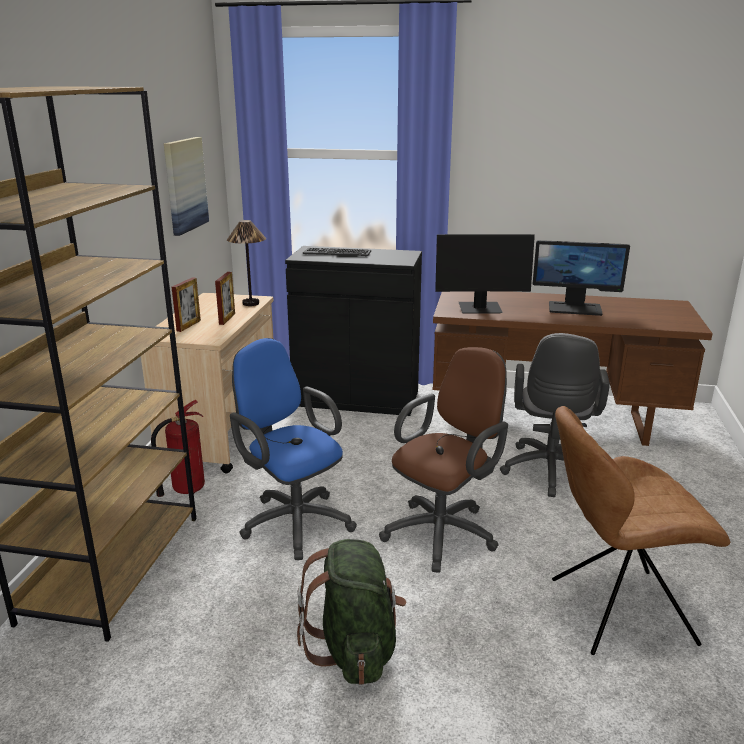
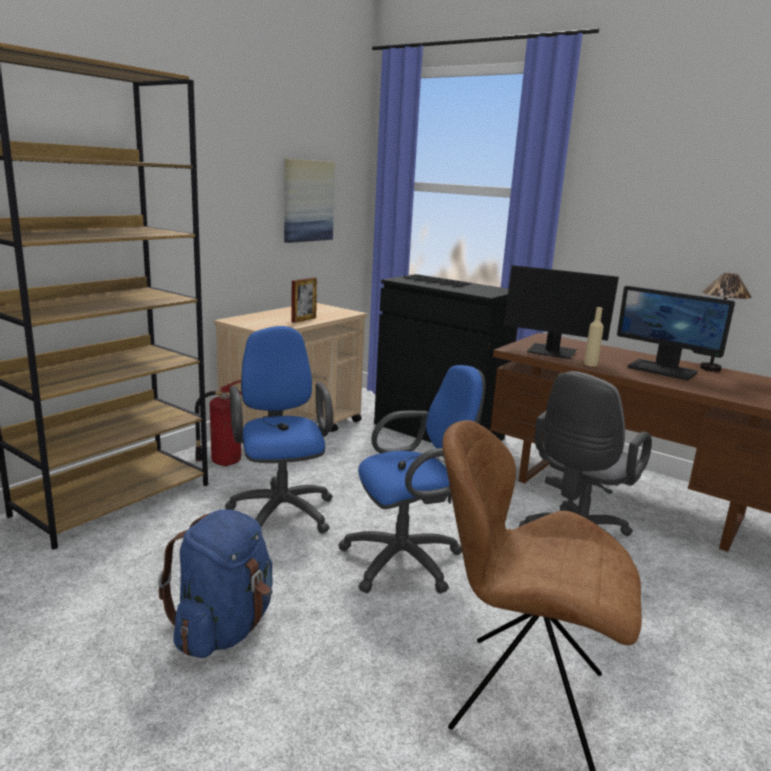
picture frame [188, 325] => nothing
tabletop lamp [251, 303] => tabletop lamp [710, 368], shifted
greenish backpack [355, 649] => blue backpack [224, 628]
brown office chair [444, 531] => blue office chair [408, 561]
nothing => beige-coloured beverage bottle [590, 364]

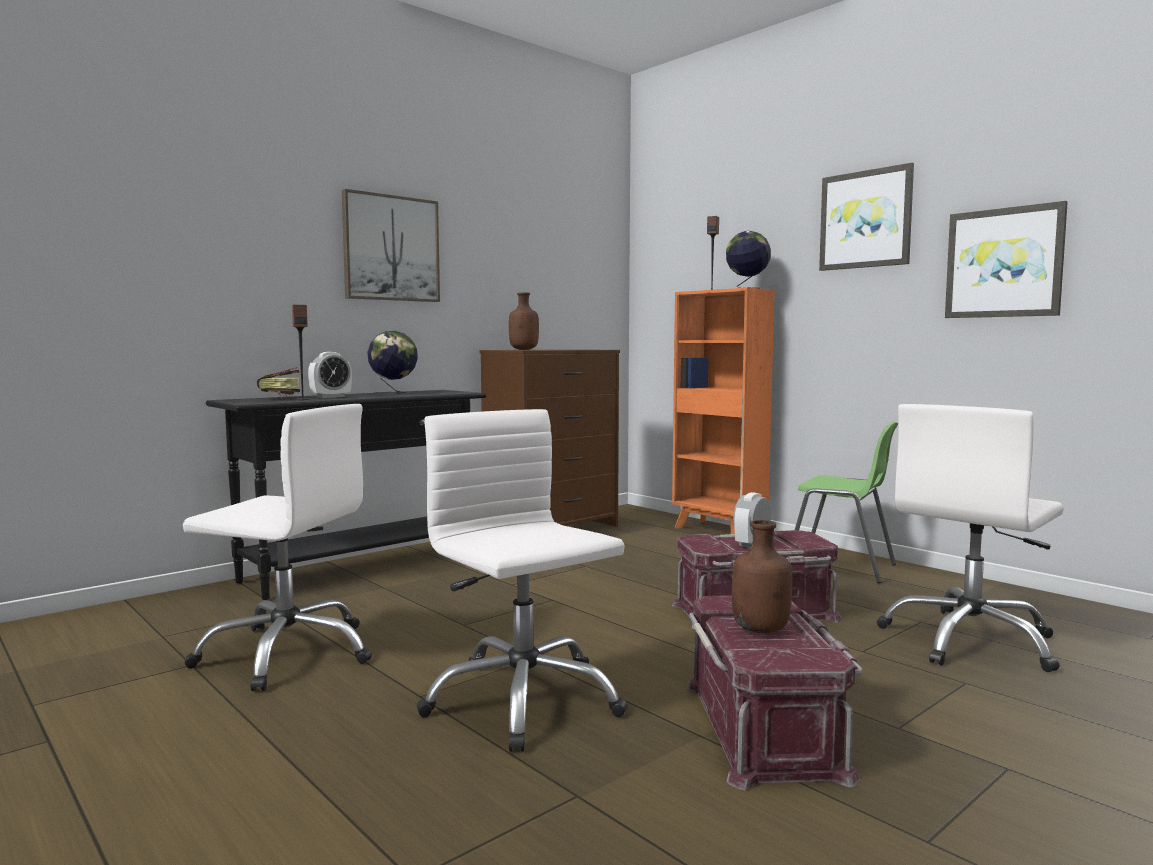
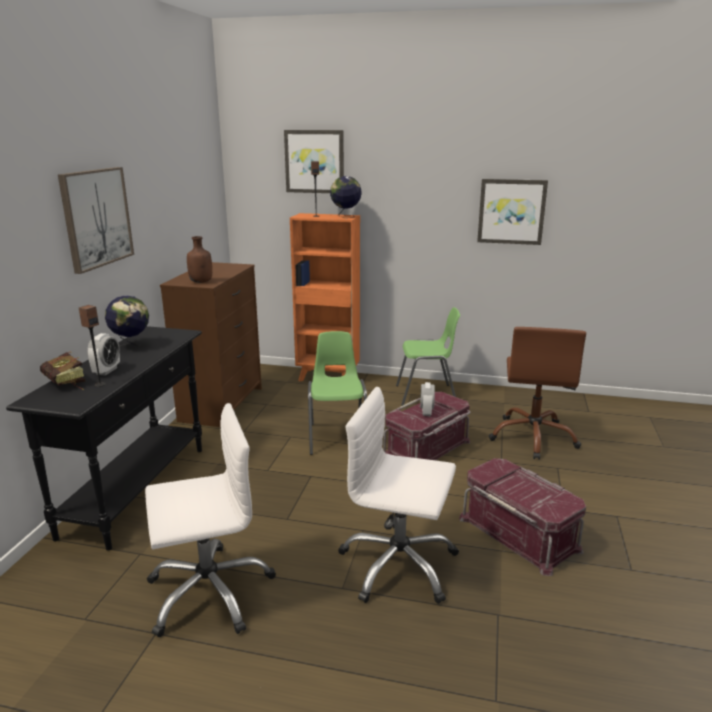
brown beverage bottle [761, 629] => nothing
wall art [866, 219] => wall art [314, 161], shifted
white-coloured office chair [970, 641] => brown office chair [533, 437]
nothing => greenish plain chair [337, 437]

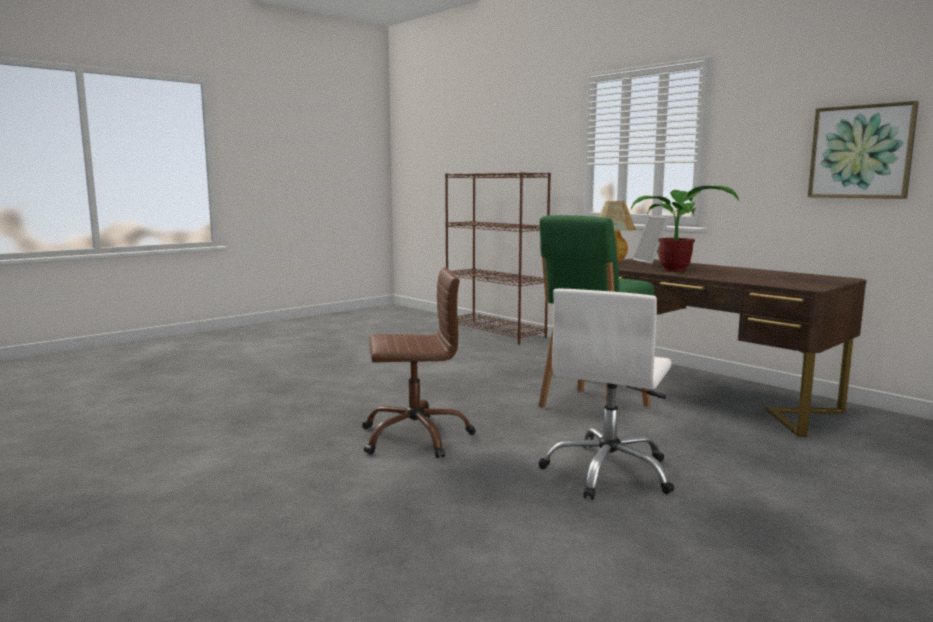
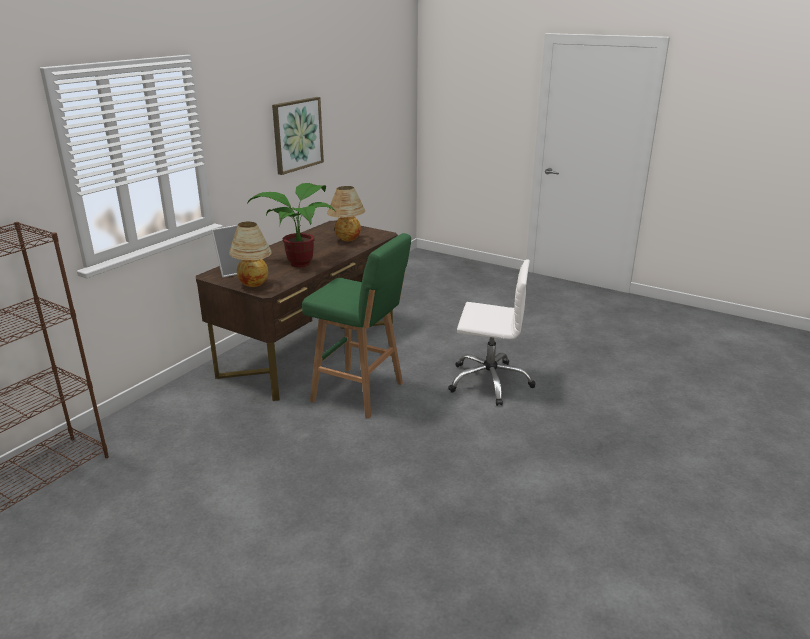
brown office chair [415, 437] => nothing
nothing => tabletop lamp [347, 240]

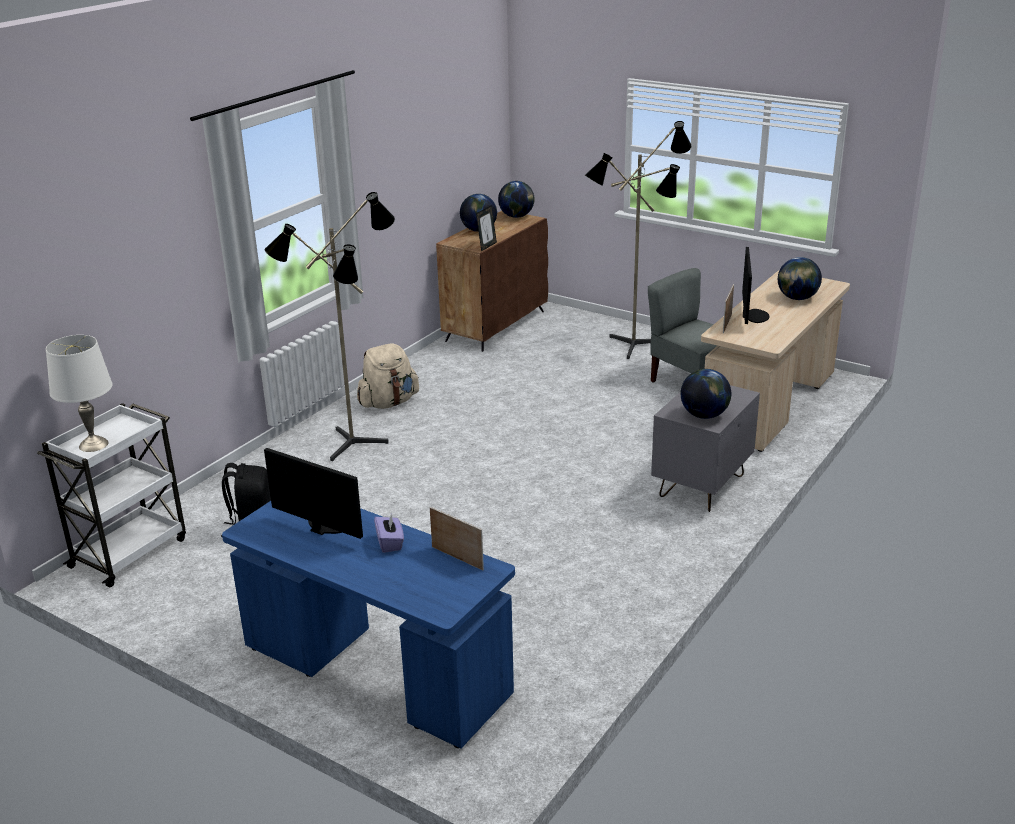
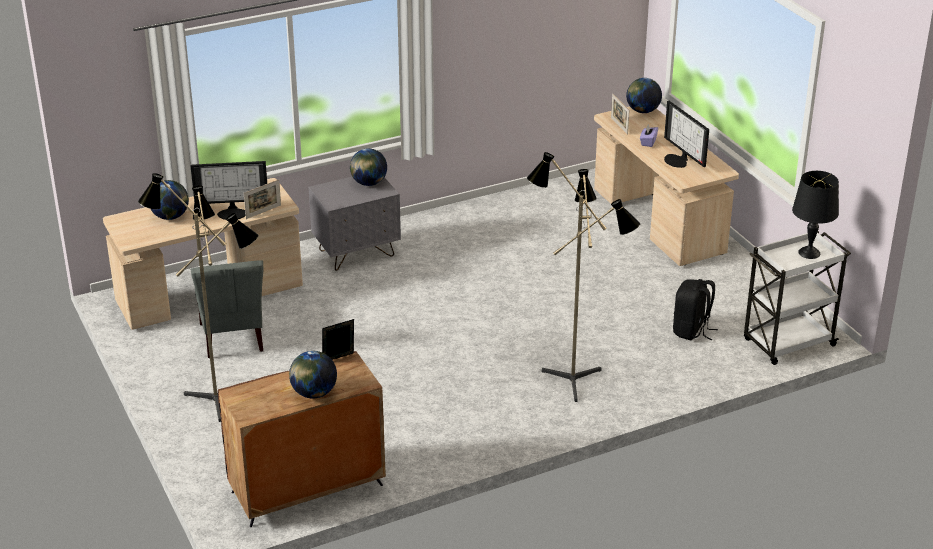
white-coloured tabletop lamp [94, 444] => black tabletop lamp [809, 253]
blue desk table [375, 672] => beige-coloured desk table [658, 222]
beige-coloured backpack [388, 403] => nothing
desk globe [516, 216] => desk globe [642, 111], shifted
computer display [752, 316] => computer display [233, 212], 135 degrees counterclockwise

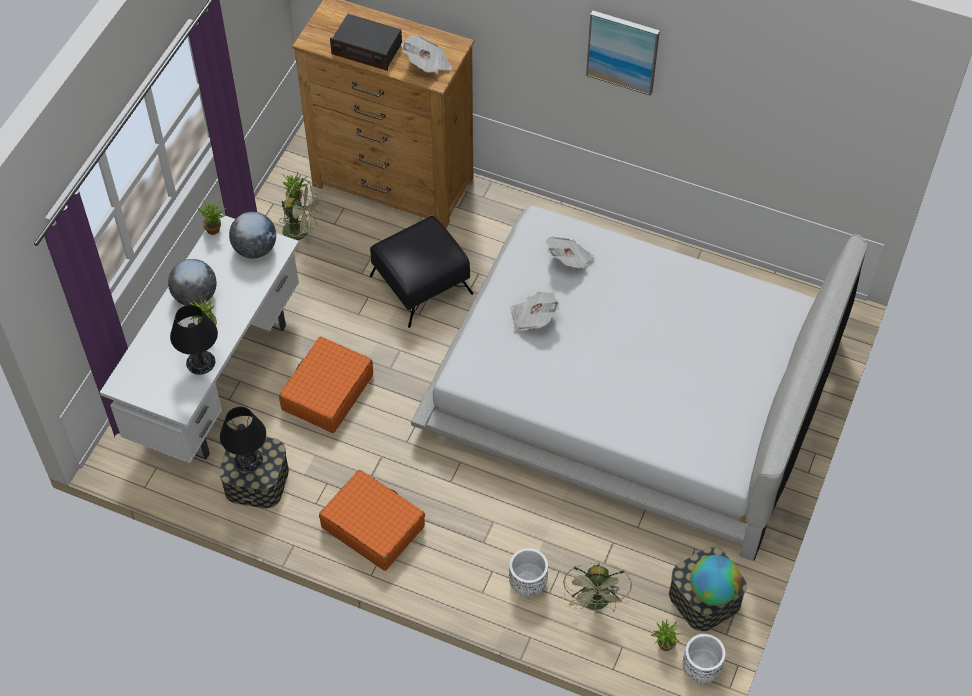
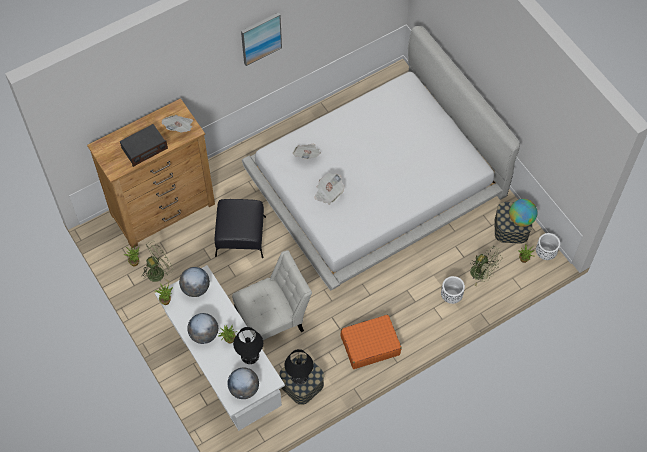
orange-coloured piece of luggage [327, 392] => white-coloured plain chair [273, 319]
nothing => desk globe [244, 389]

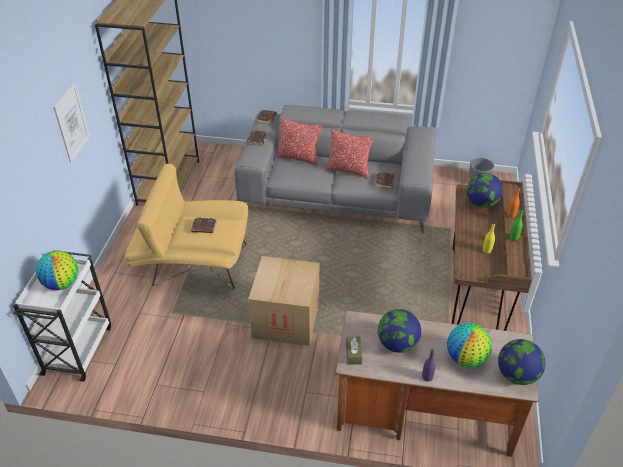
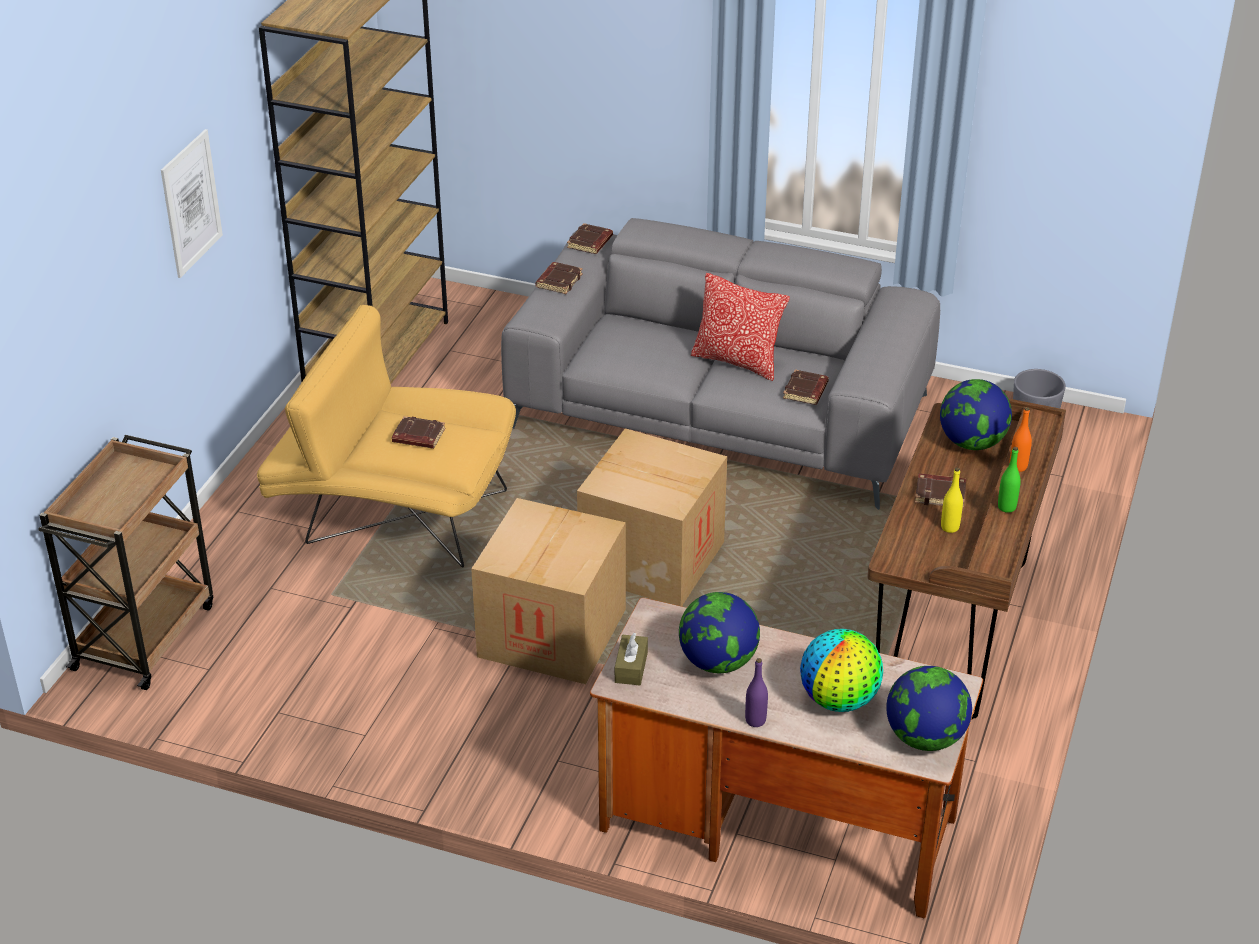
white-coloured trolley [78, 348] => brown trolley [145, 635]
desk globe [62, 283] => nothing
throw pillow [298, 158] => nothing
nothing => cardboard box [652, 560]
nothing => brown book [940, 494]

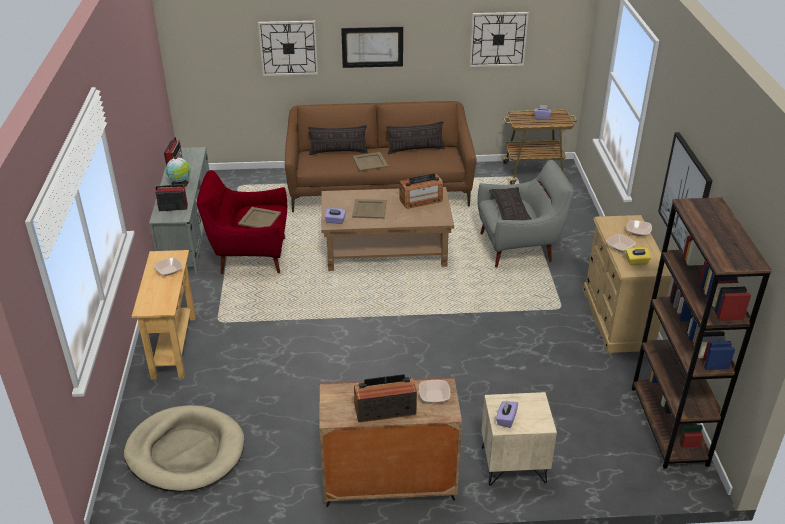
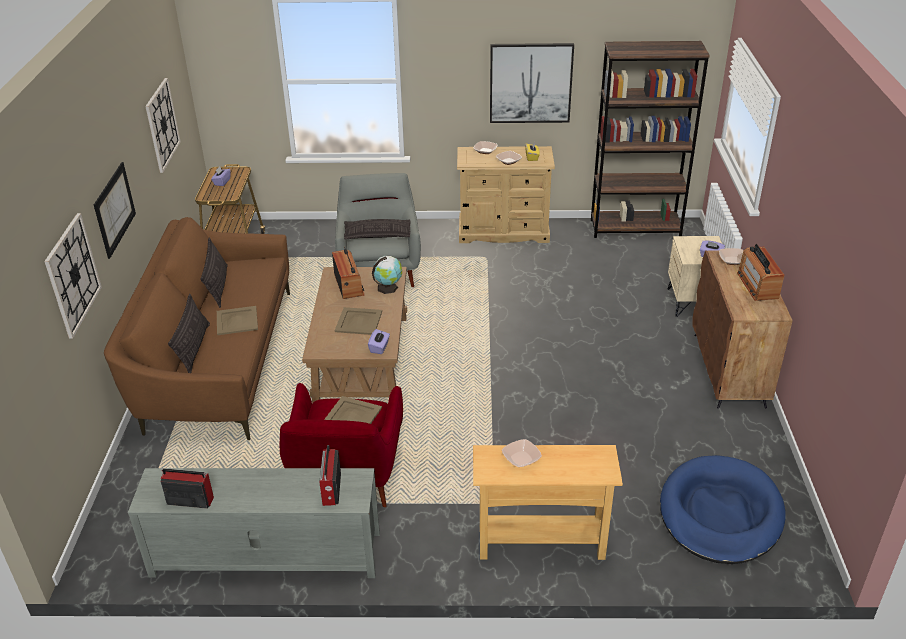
beige-coloured dog cushion [185, 452] => blue dog cushion [720, 513]
desk globe [180, 184] => desk globe [388, 287], shifted

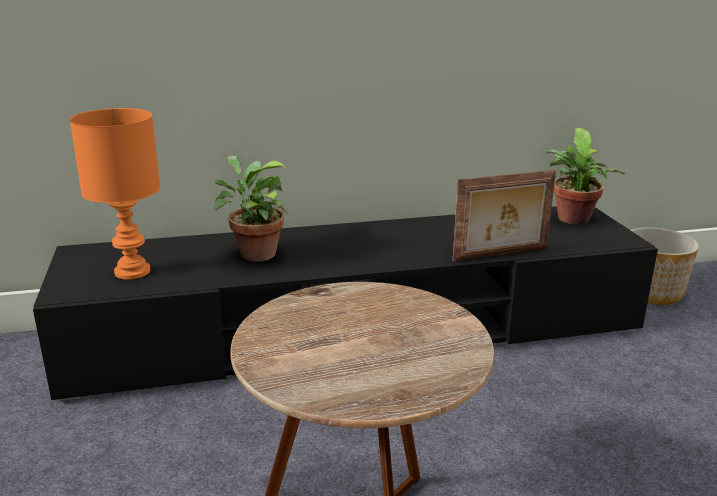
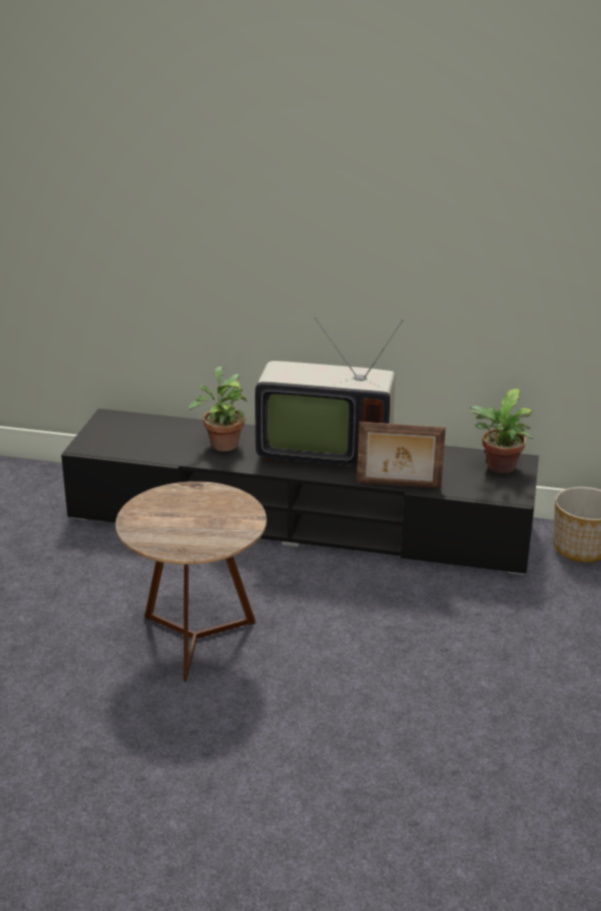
orange-coloured tabletop lamp [134, 272] => nothing
nothing => television [323, 452]

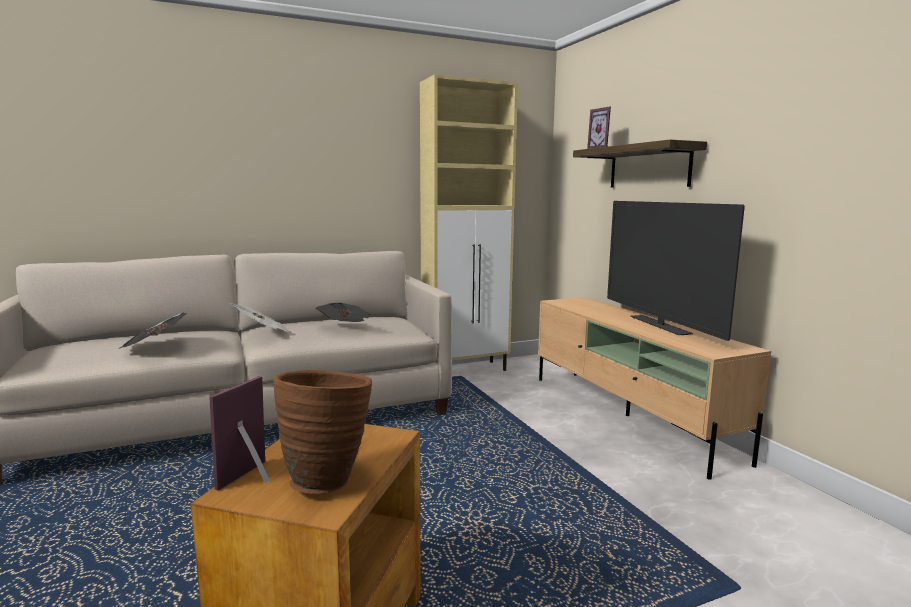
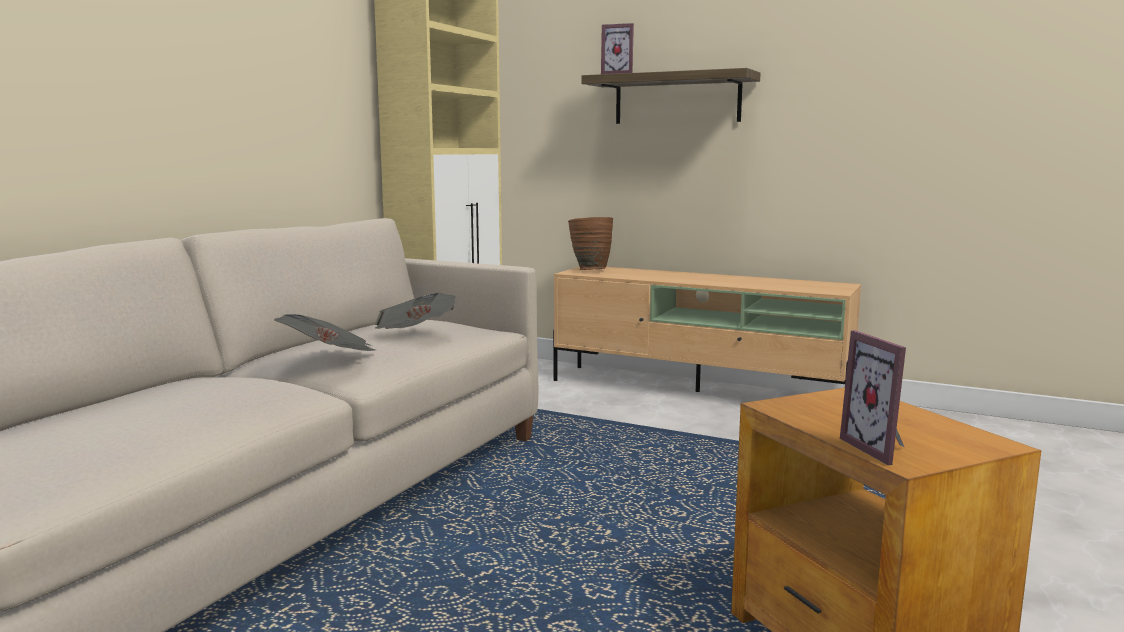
daily paper [154, 347] => nothing
brown decorative vase [327, 479] => brown decorative vase [589, 270], shifted
television [659, 325] => nothing

